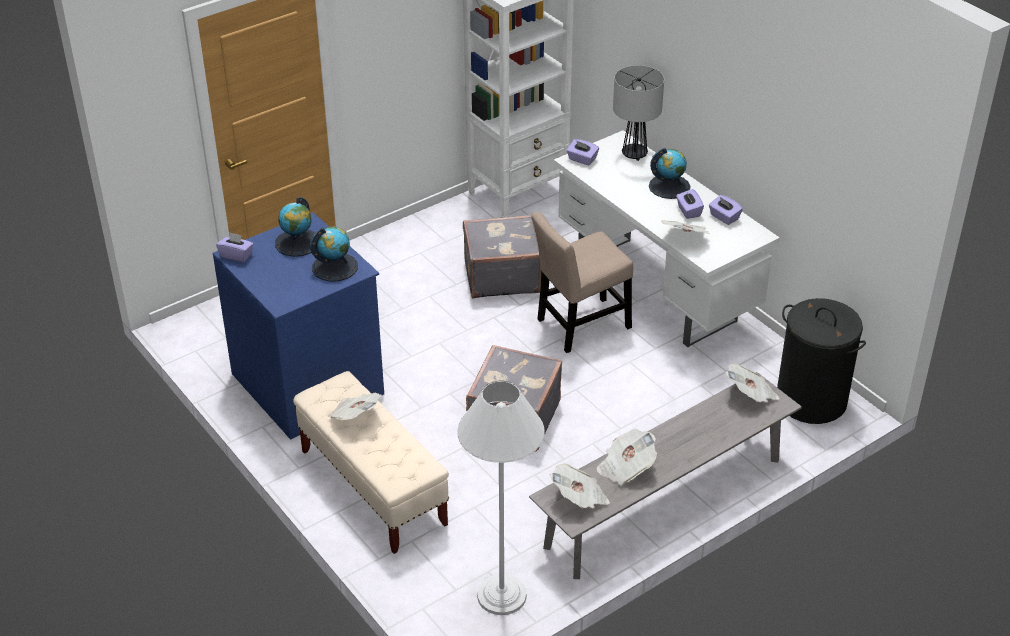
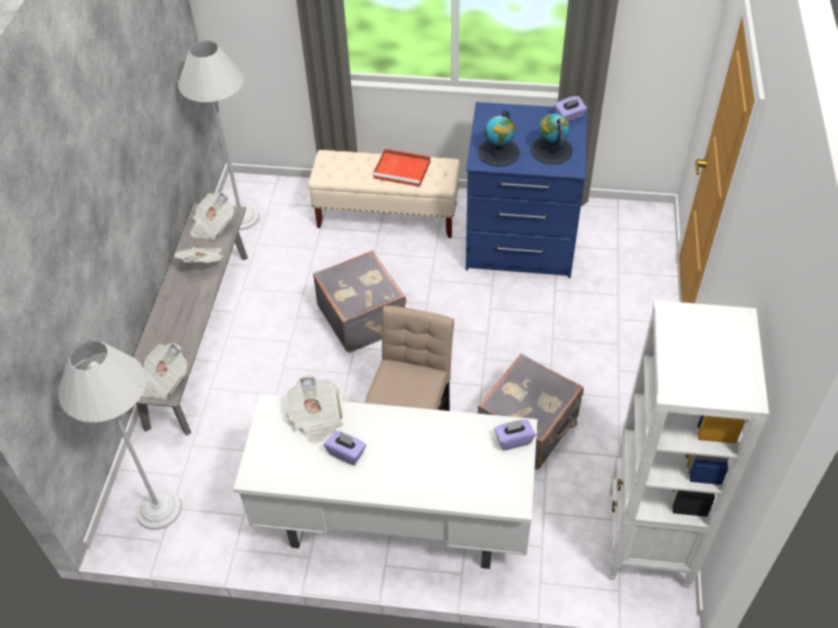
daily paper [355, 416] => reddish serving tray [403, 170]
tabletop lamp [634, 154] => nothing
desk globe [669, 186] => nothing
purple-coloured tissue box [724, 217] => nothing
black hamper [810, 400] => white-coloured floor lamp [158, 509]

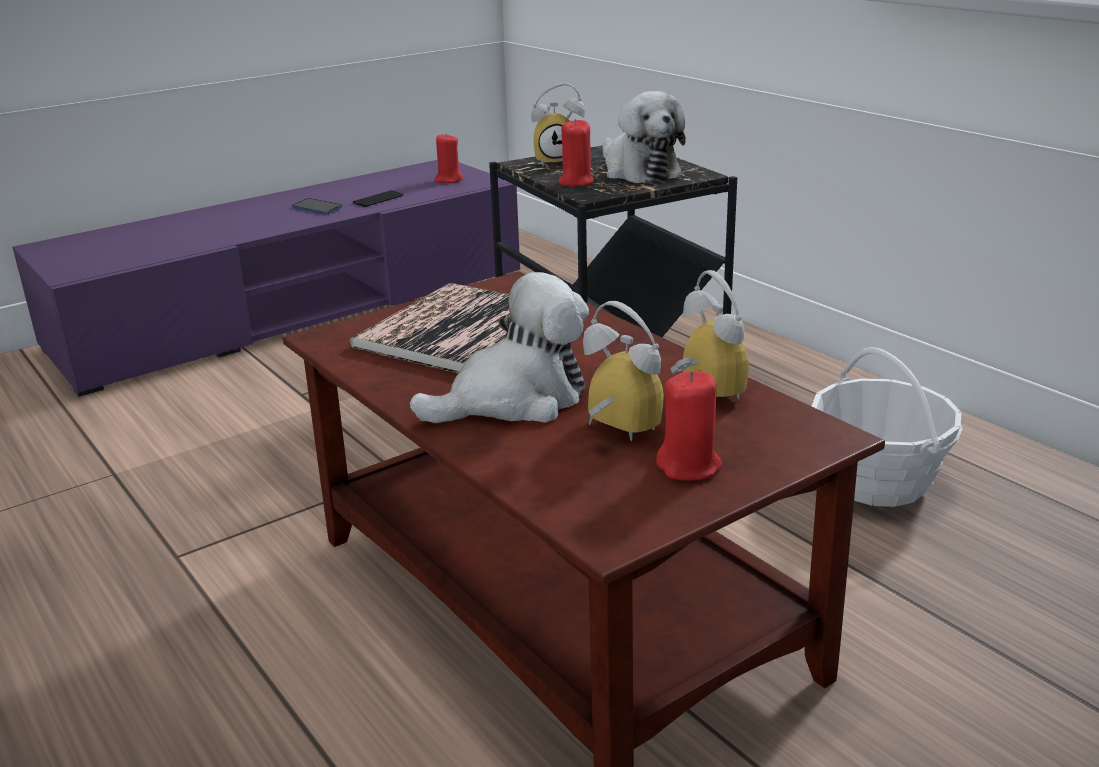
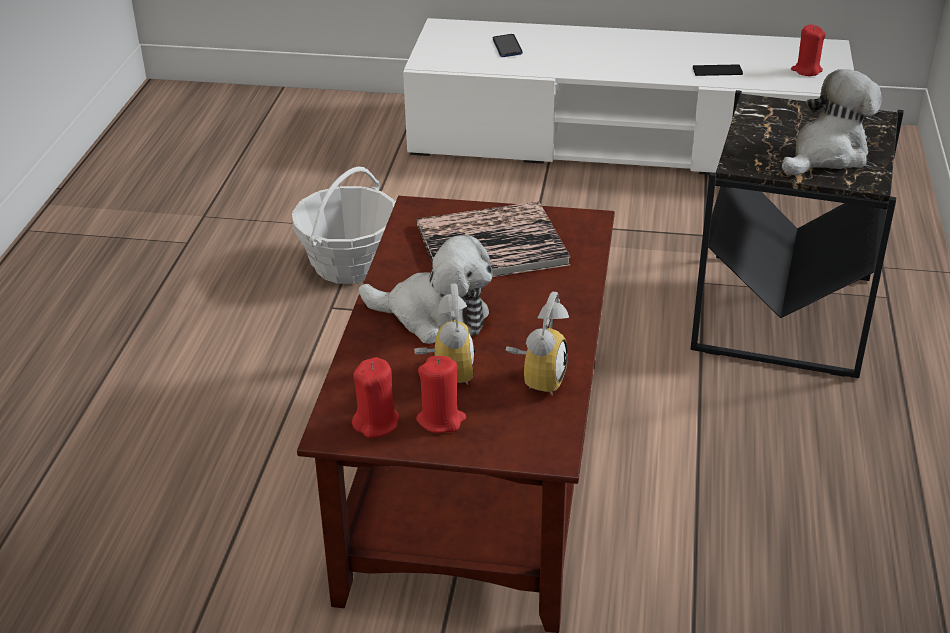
purple-coloured media console [295, 310] => white-coloured media console [624, 141]
handset [317, 208] => handset [507, 47], shifted
alarm clock [558, 161] => nothing
reddish wax candle [576, 182] => reddish wax candle [376, 423], shifted
plush toy [638, 171] => plush toy [827, 154], 150 degrees counterclockwise
household basket [877, 481] => household basket [349, 264], shifted

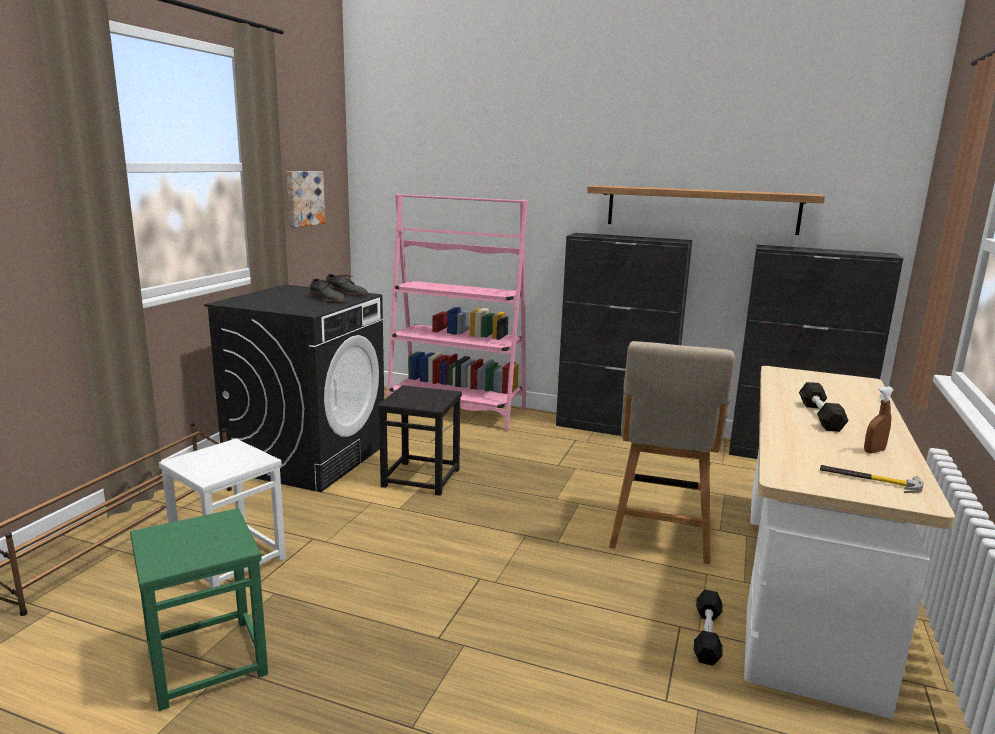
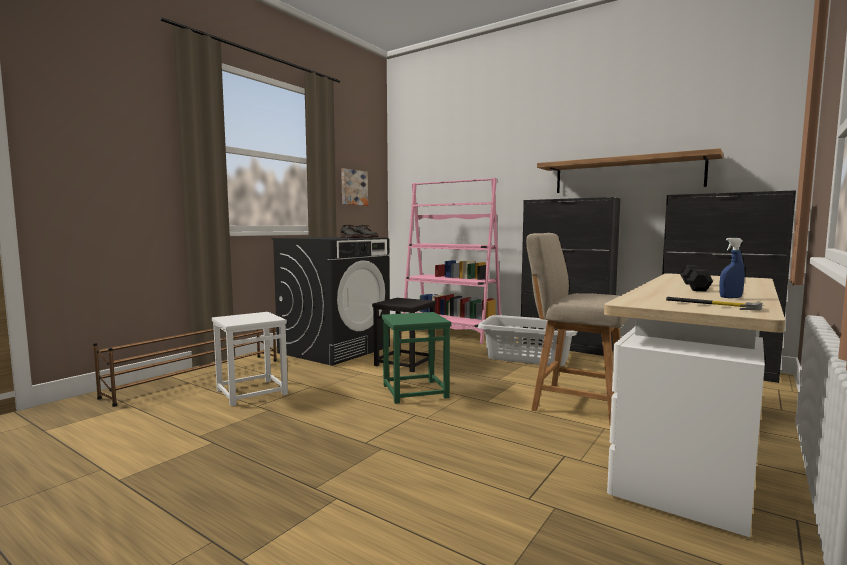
greenish sitting stool [207, 661] => greenish sitting stool [415, 391], shifted
beige-coloured plain chair [660, 535] => beige-coloured plain chair [574, 403], 90 degrees clockwise
black dumbbell [707, 636] => nothing
brown spray bottle [874, 451] => blue spray bottle [730, 297]
nothing => greyish hamper [527, 357]

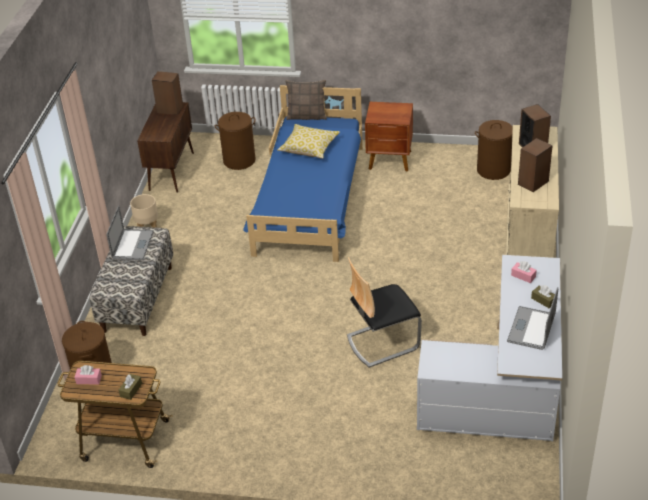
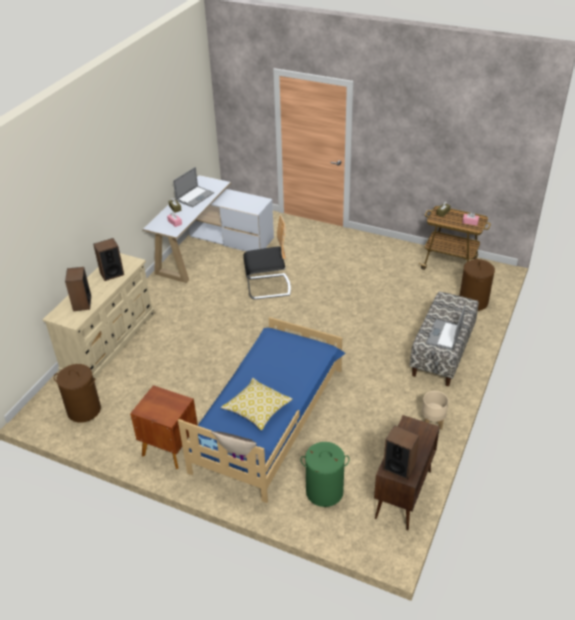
brown hamper [239, 160] => greenish hamper [324, 491]

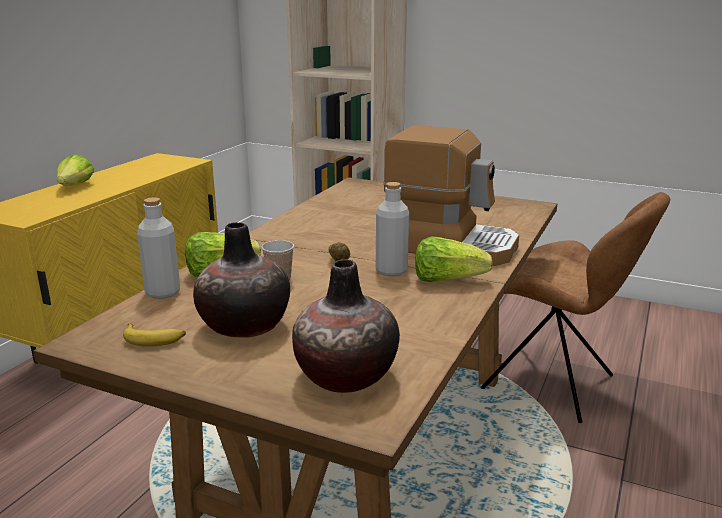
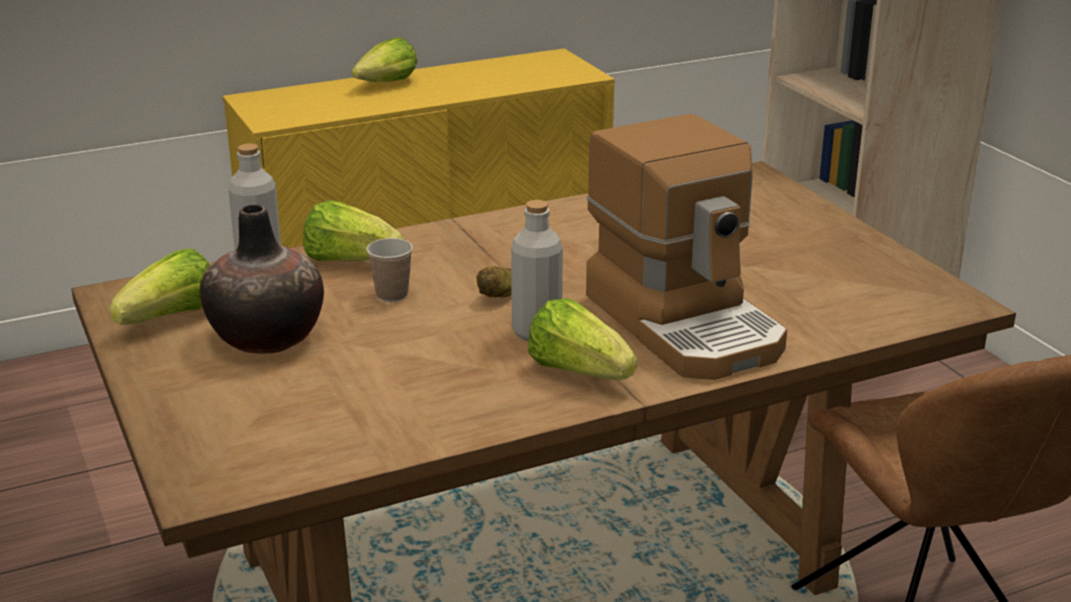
banana fruit [154, 339] => lettuce [171, 318]
decorative vase [345, 376] => nothing

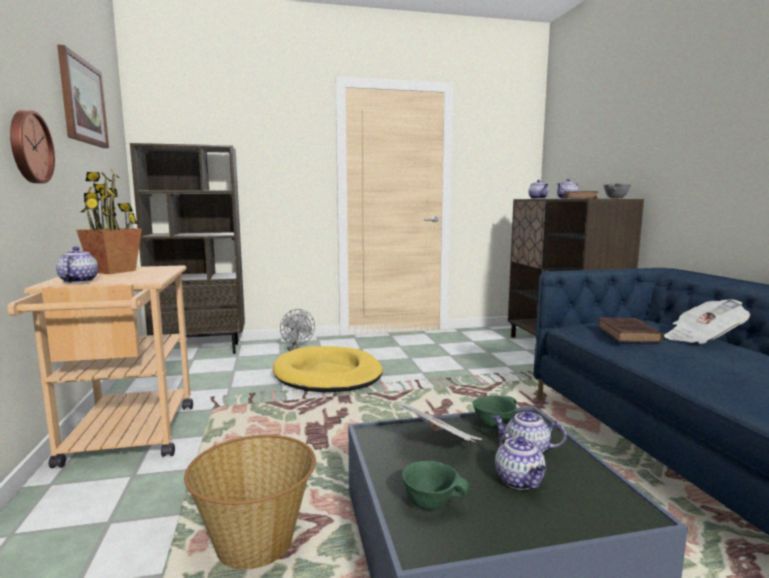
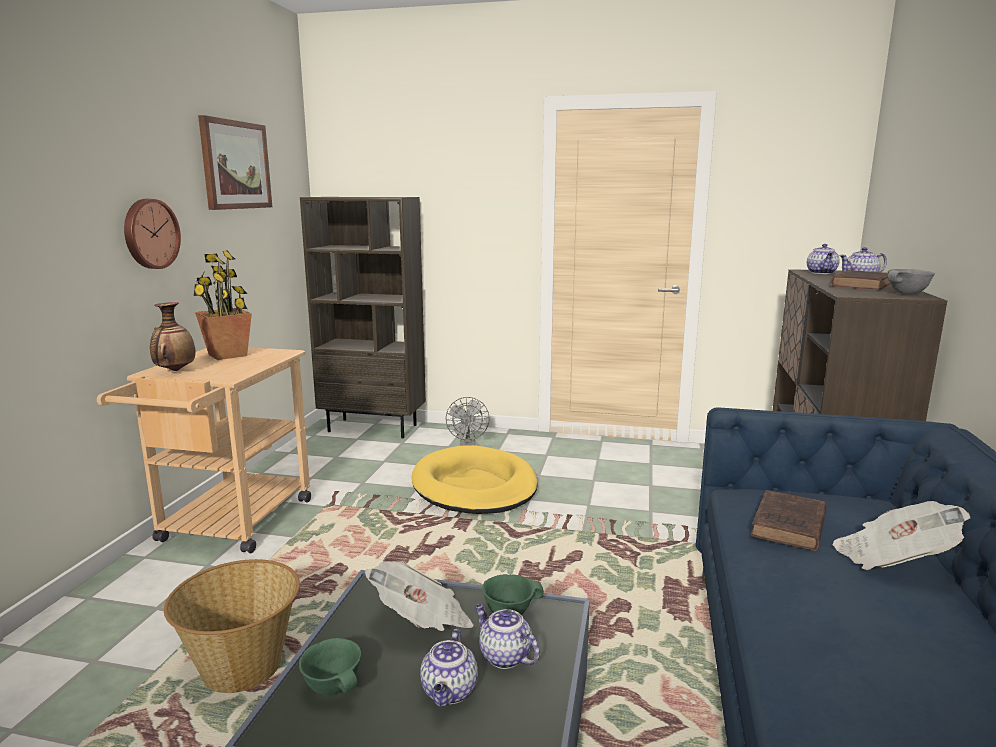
tea pot [78, 281] => decorative vase [175, 370]

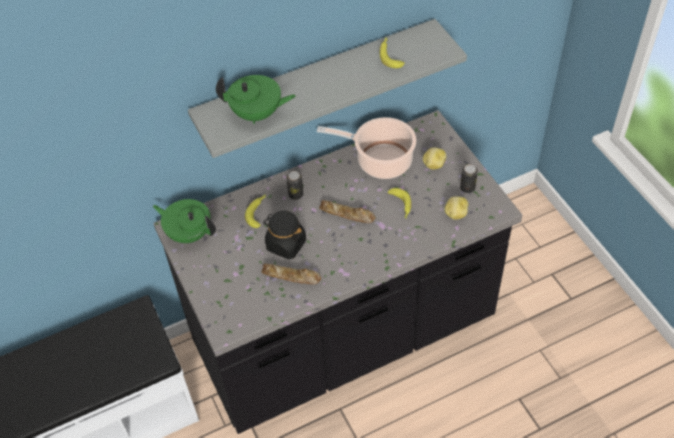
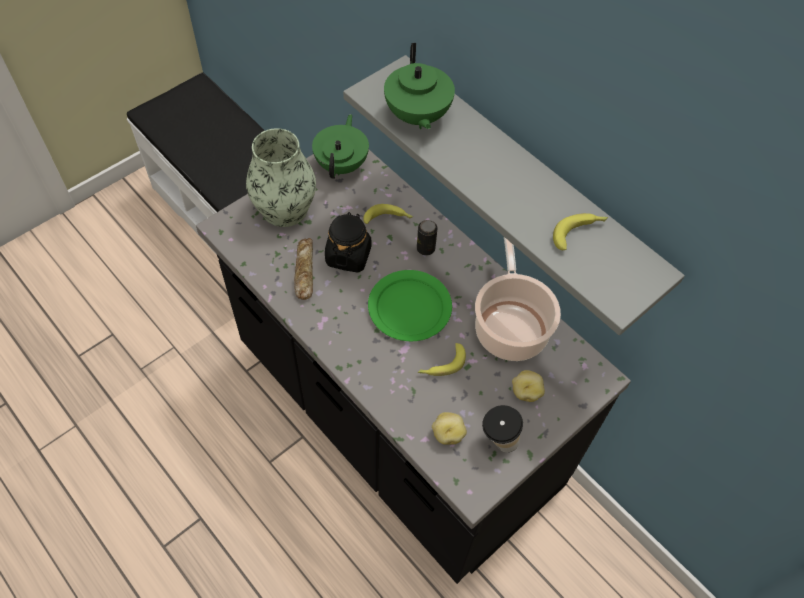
bakery bread [347, 215] => greenish dinner plate [410, 308]
metal can [467, 188] => small cup [498, 441]
nothing => decorative vase [284, 209]

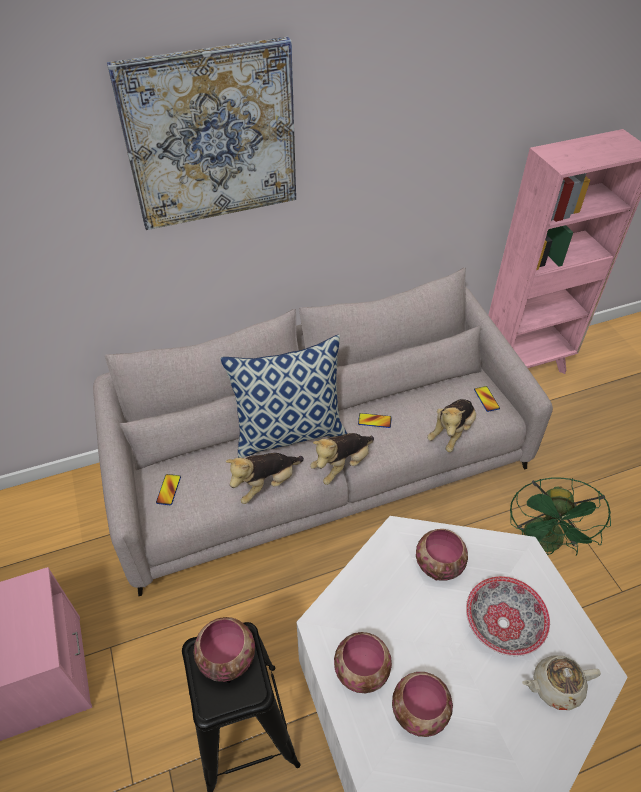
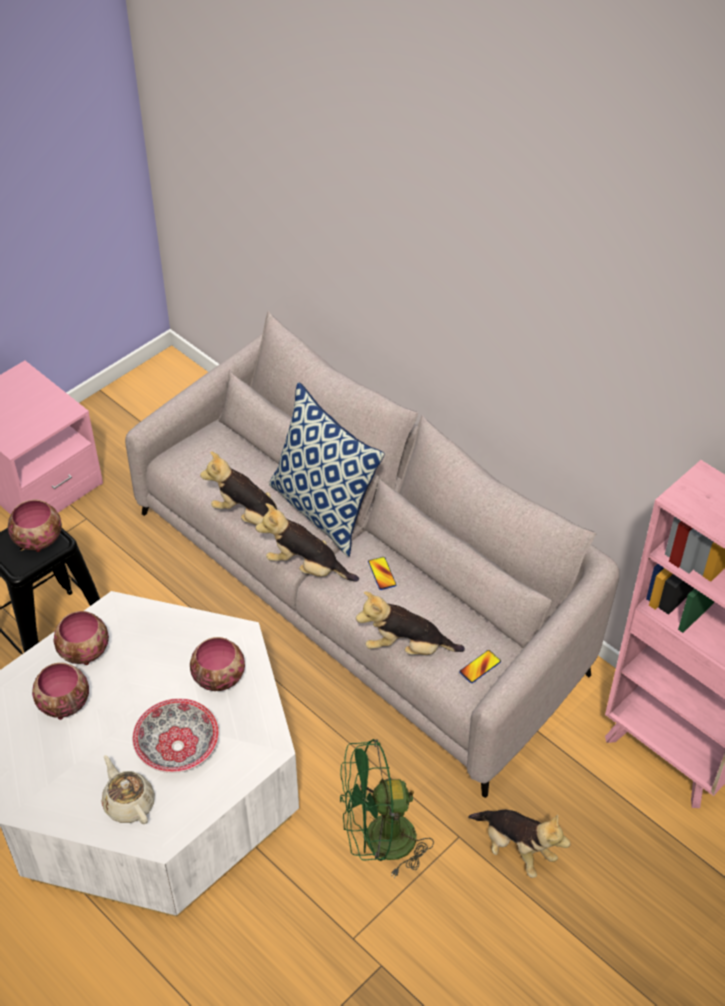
wall art [211, 136] => nothing
handset [168, 490] => nothing
nothing => plush toy [515, 849]

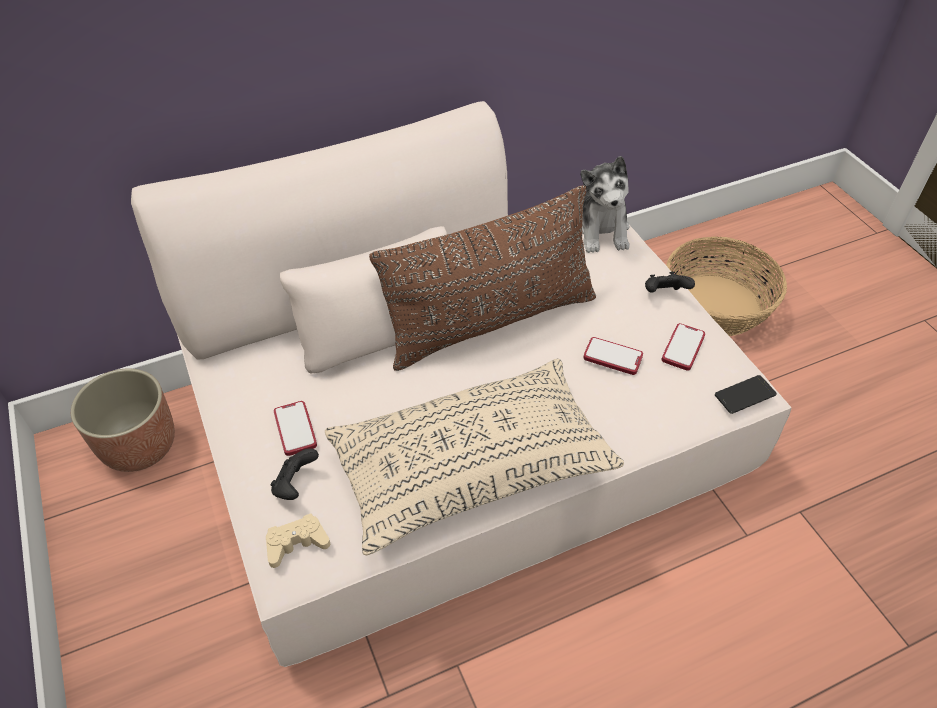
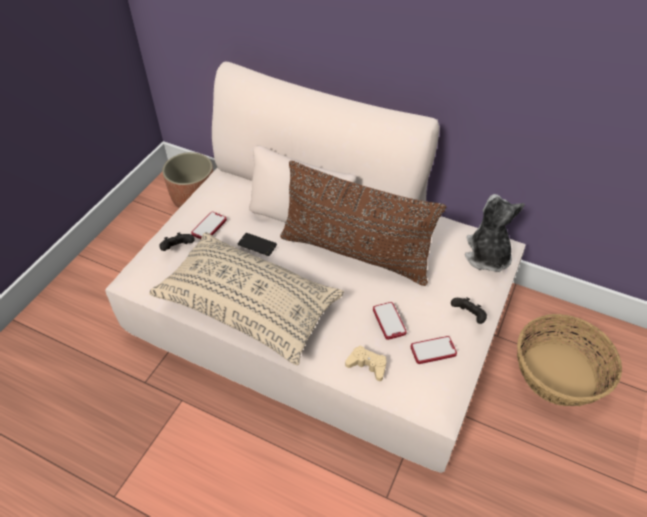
beige-coloured gamepad [297, 543] => beige-coloured gamepad [367, 365], shifted
plush toy [600, 230] => plush toy [487, 255], 135 degrees clockwise
handset [745, 395] => handset [257, 244], shifted

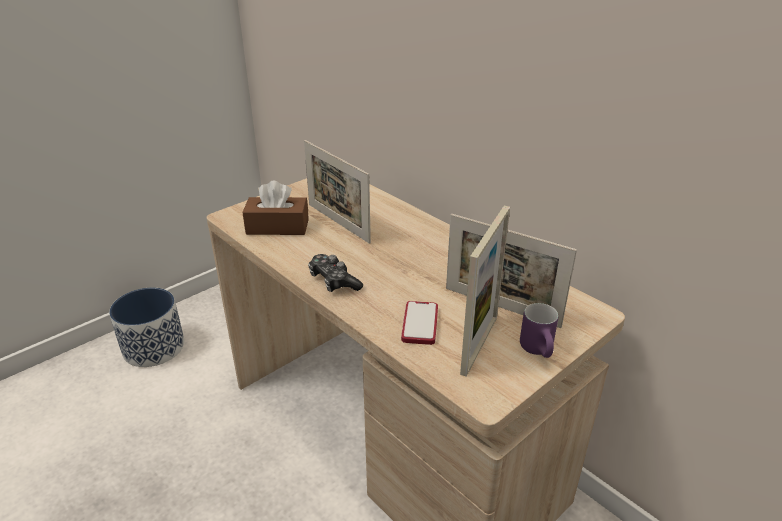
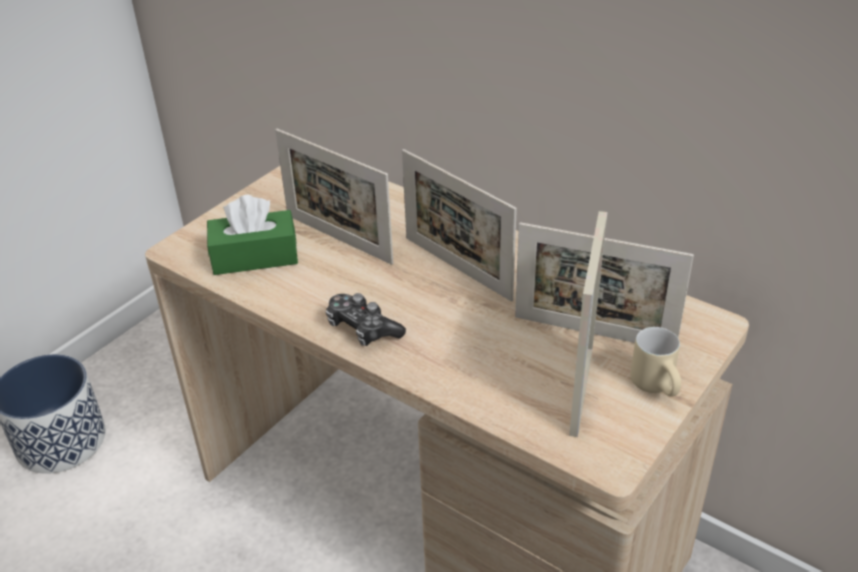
brown tissue box [277, 227] => greenish tissue box [255, 256]
handset [420, 324] => nothing
purple-coloured tea mug [540, 351] => beige-coloured tea mug [659, 387]
nothing => picture frame [457, 268]

